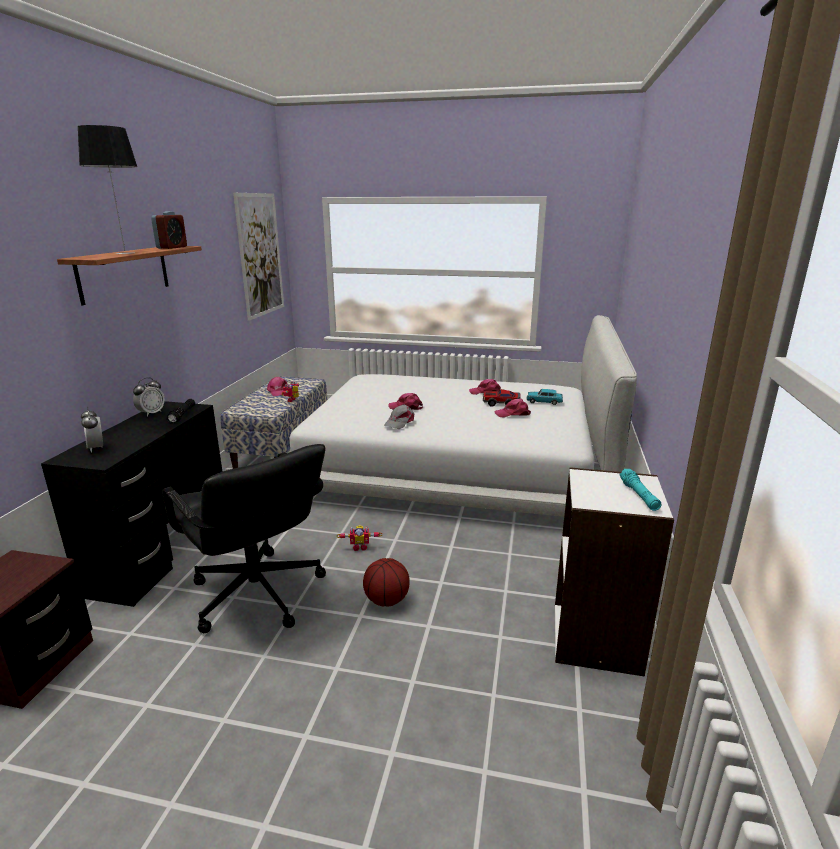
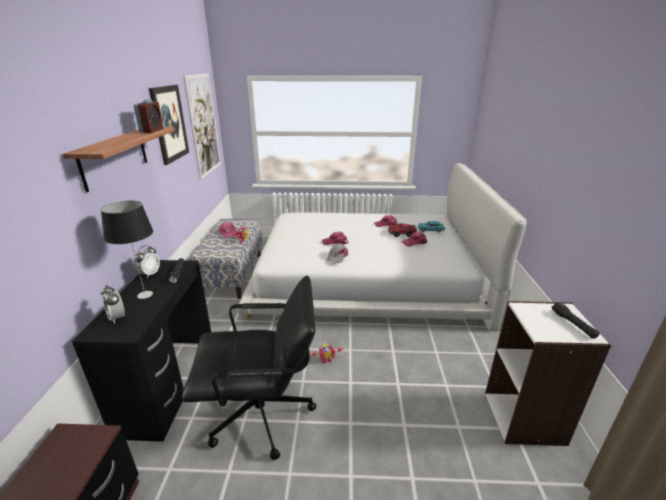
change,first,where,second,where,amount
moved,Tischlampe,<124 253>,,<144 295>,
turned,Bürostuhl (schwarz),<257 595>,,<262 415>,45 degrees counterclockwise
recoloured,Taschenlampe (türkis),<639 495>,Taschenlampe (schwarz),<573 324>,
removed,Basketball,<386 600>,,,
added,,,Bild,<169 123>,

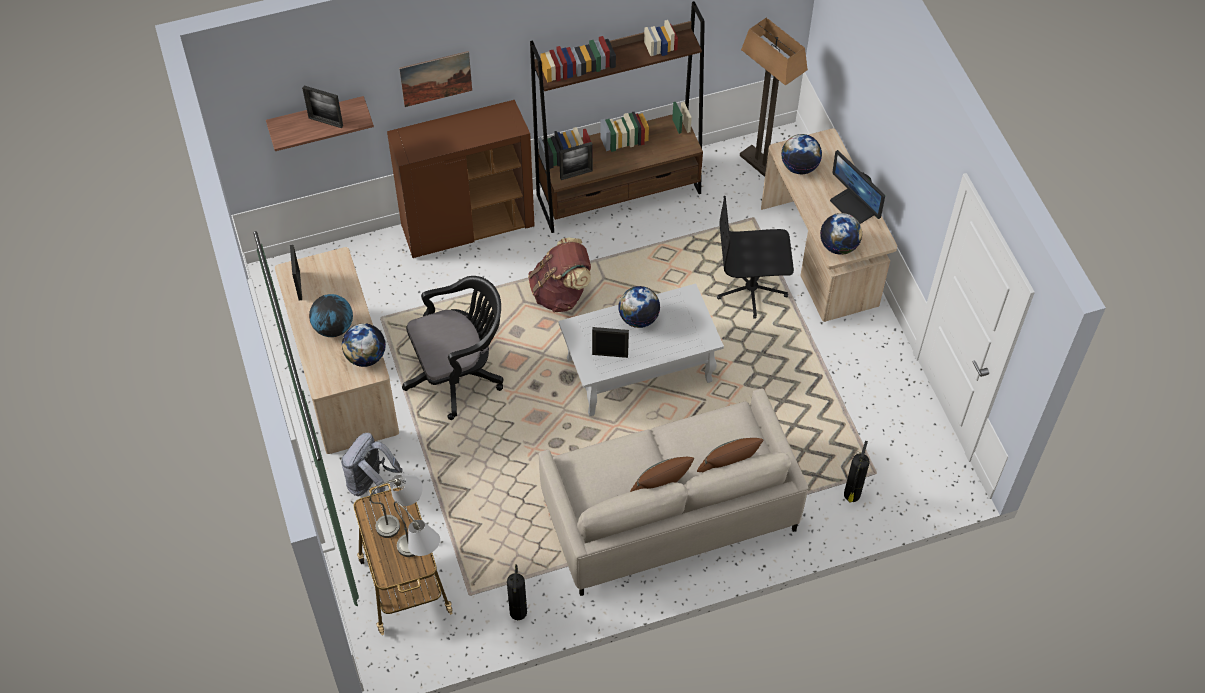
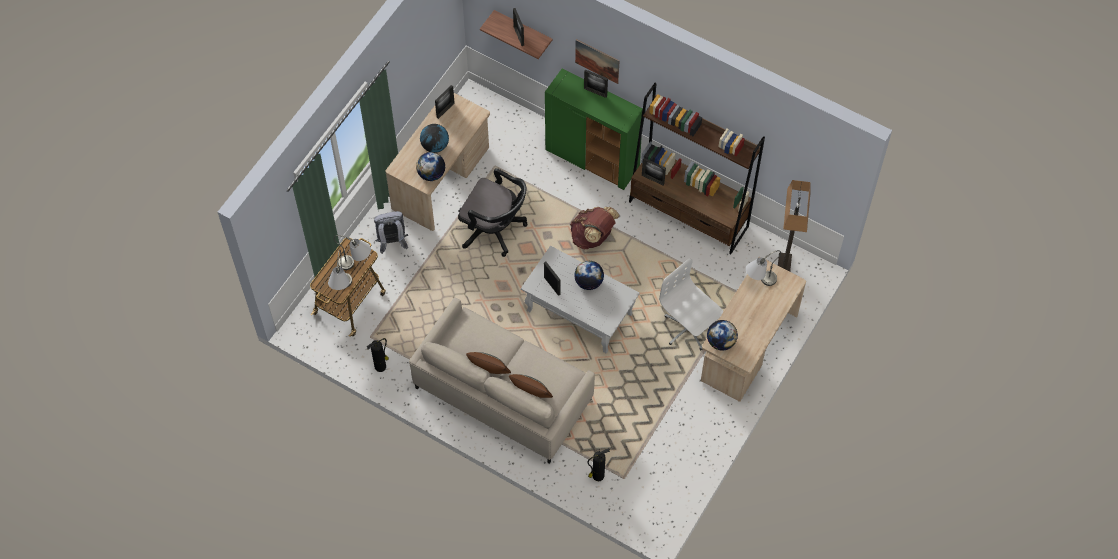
change,first,where,second,where,amount
recoloured,Schrank (braun),<468 226>,Schrank (grün),<593 159>,
replaced,Globus,<799 166>,Tischlampe (grau),<759 282>,
removed,Monitor,<853 207>,,,
recoloured,Bürostuhl (schwarz),<751 289>,Bürostuhl (weiß),<688 328>,
added,,,Bilderrahmen,<595 92>,

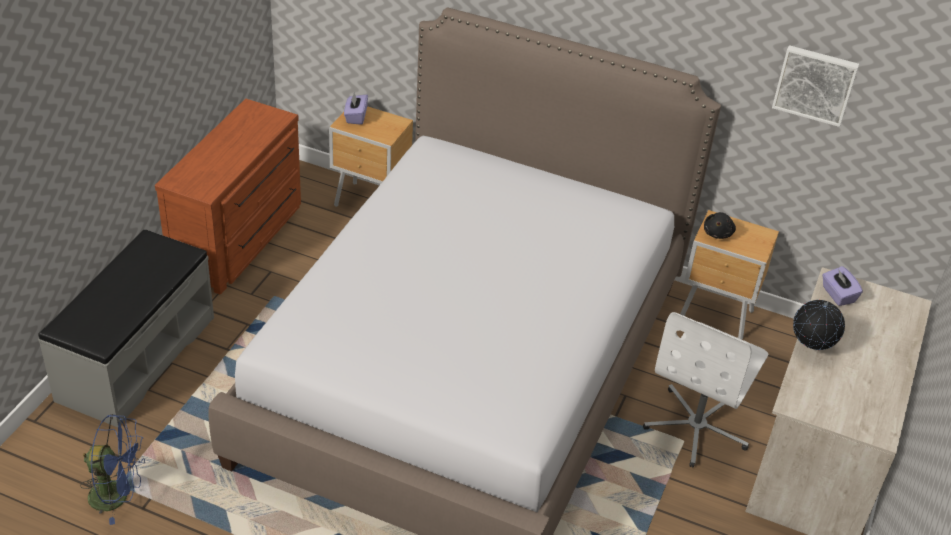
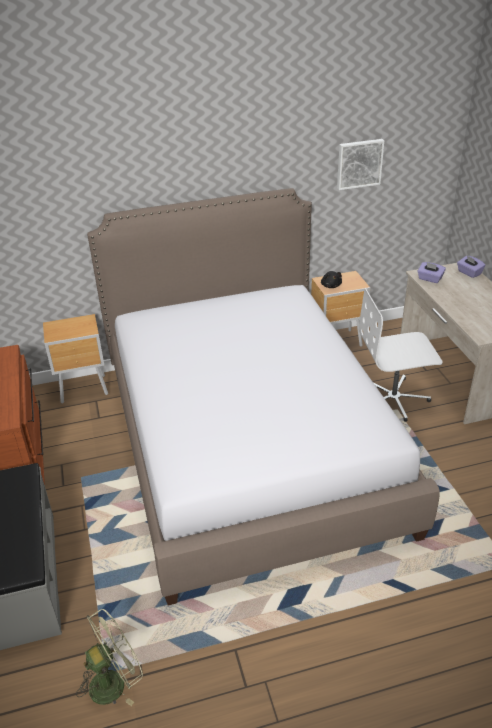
change,first,where,second,where,amount
moved,Taschentuchbox (lila),<356 117>,,<469 273>,
removed,Globus,<811 347>,,,
turned,Bürostuhl (weiß),<697 427>,,<394 399>,90 degrees clockwise
recoloured,Ventilator (blau),<117 496>,Ventilator (grün),<114 681>,

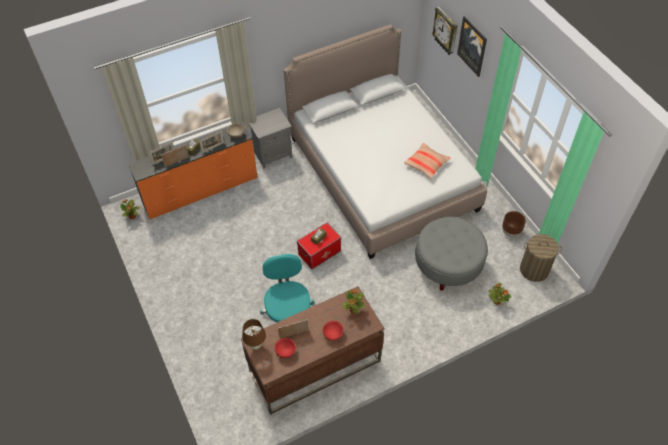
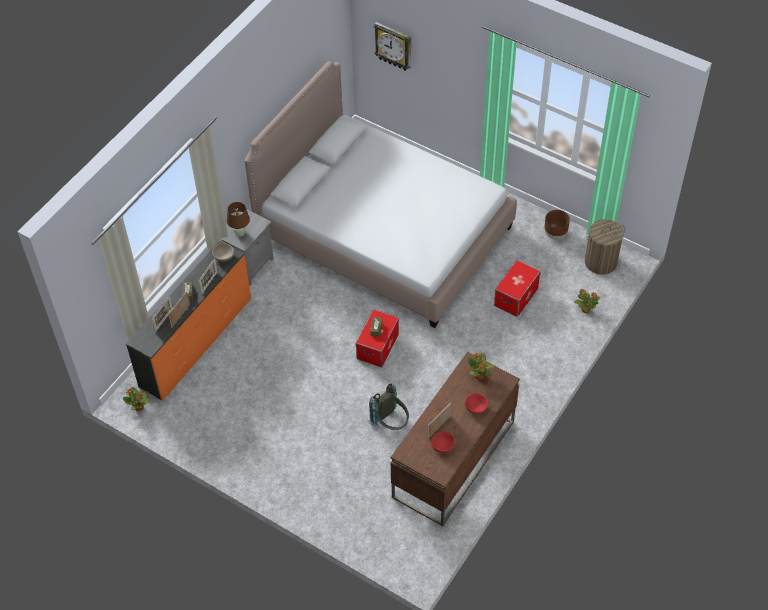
change,first,where,second,where,amount
removed,Bild,<472 46>,,,
removed,Kissen,<426 164>,,,
replaced,Polsterhocker (grau),<448 264>,Aufbewahrungsbox,<515 296>,
replaced,Bürostuhl (türkis),<288 314>,Rucksack (grau),<391 423>,
moved,Tischlampe (braun),<256 345>,,<240 233>,

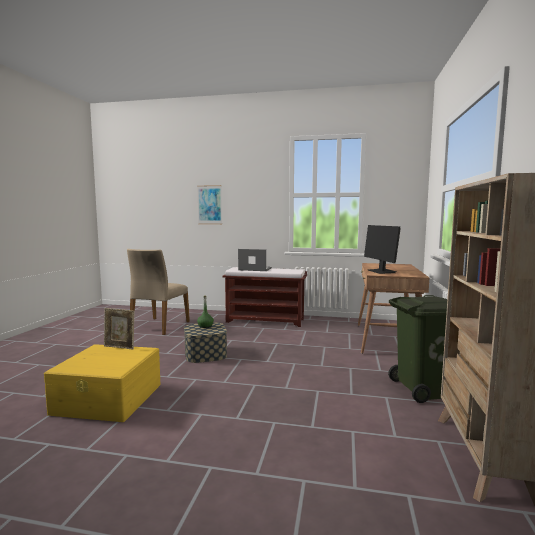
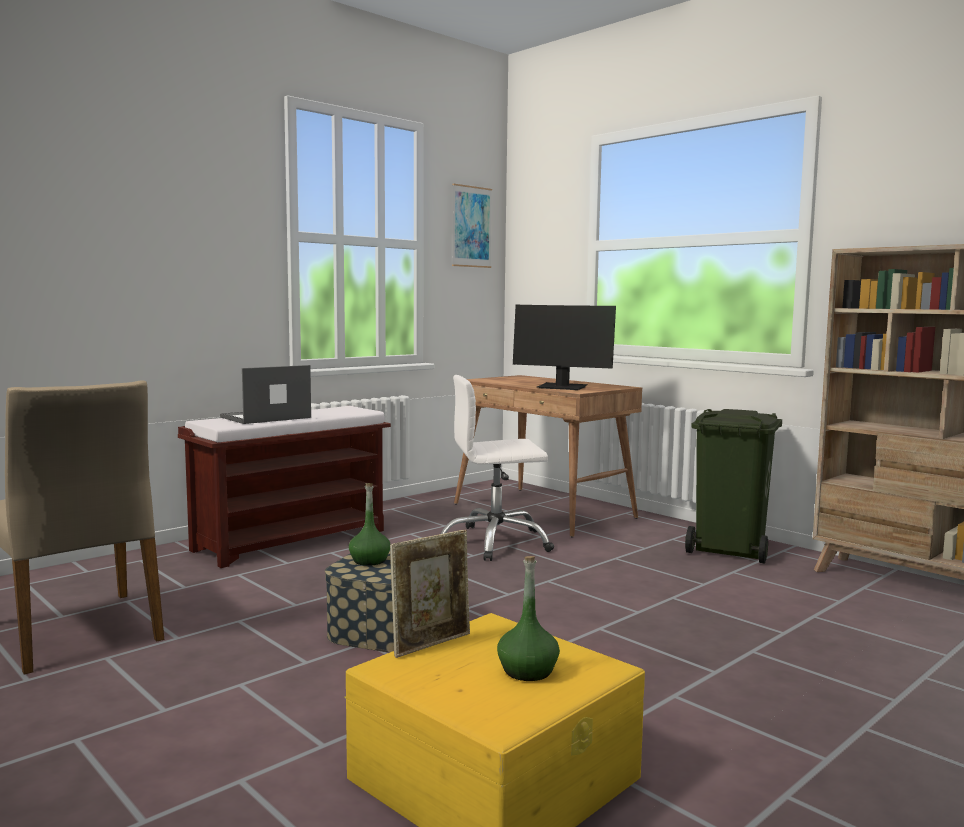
change,first,where,second,where,amount
moved,Bild,<209 205>,,<471 227>,
added,,,Bürostuhl (weiß),<495 543>,
added,,,Flasche (grün),<527 671>,

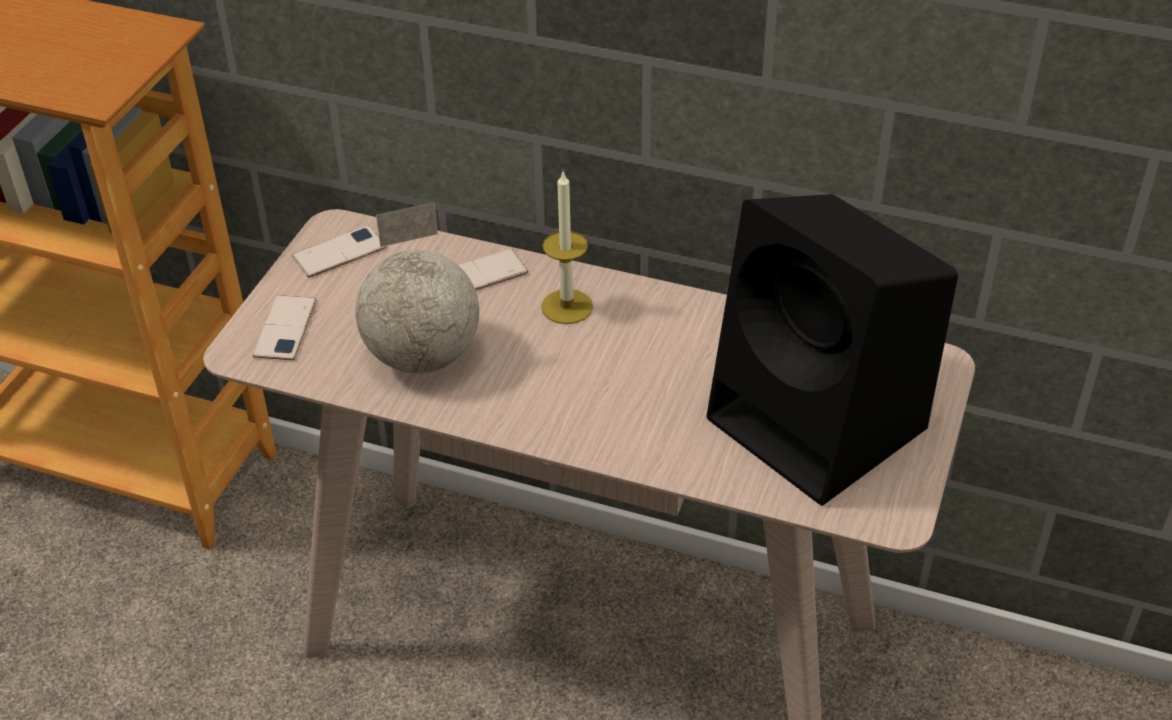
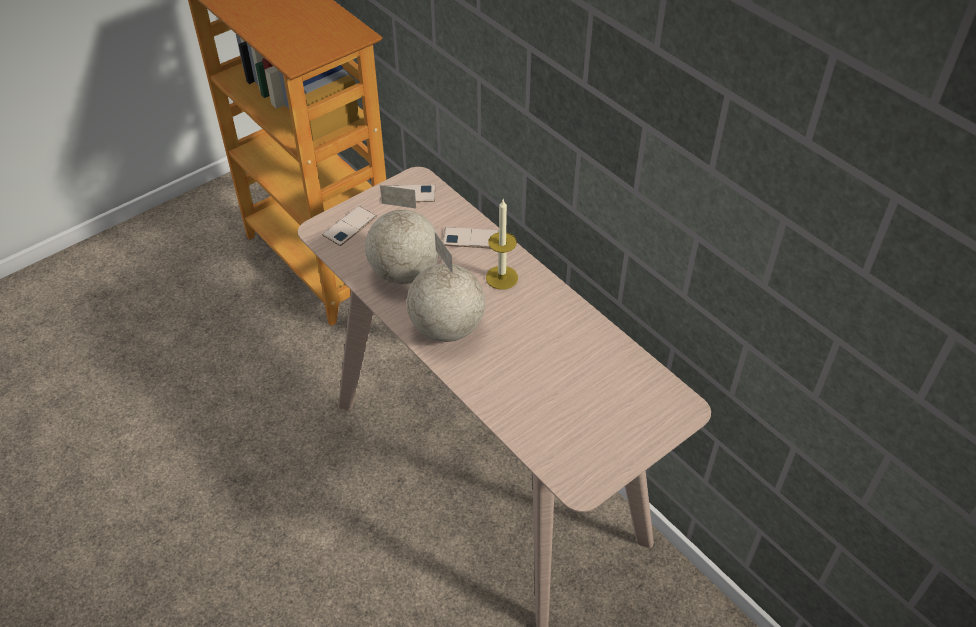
change,first,where,second,where,amount
removed,Lautsprecher (schwarz),<822 426>,,,
added,,,Globus,<446 329>,

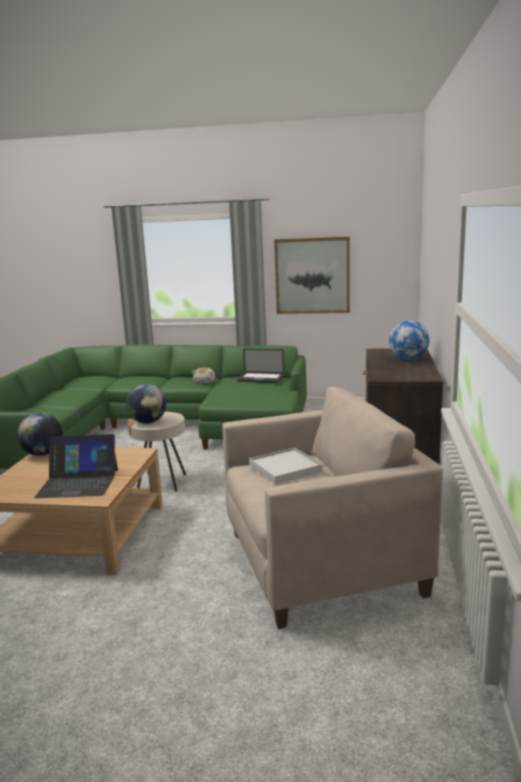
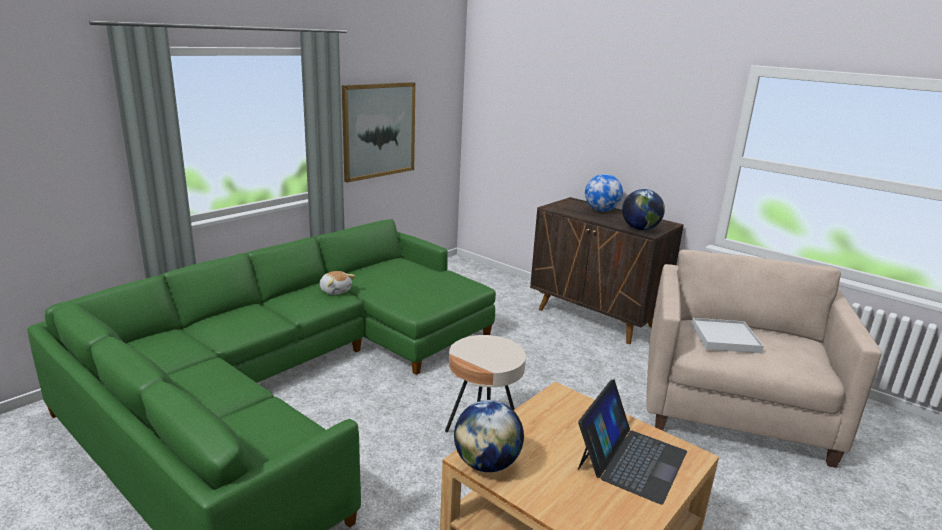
change,first,where,second,where,amount
removed,Laptop,<260 379>,,,
moved,Globus,<148 422>,,<640 229>,

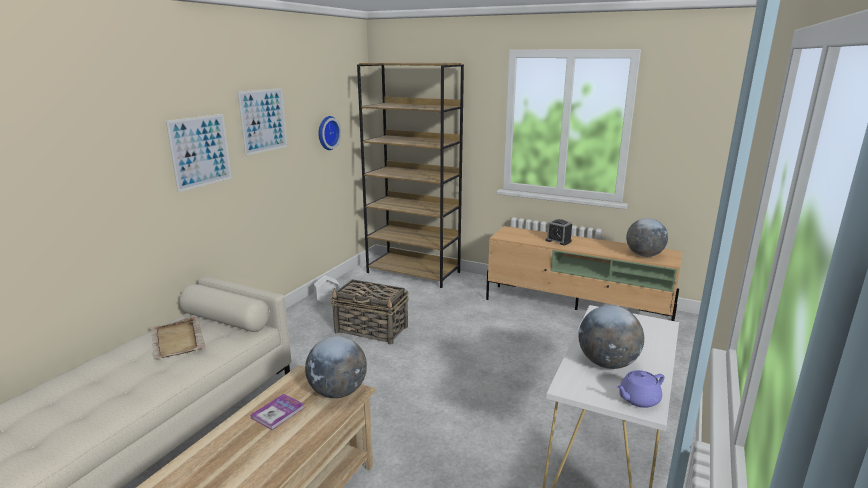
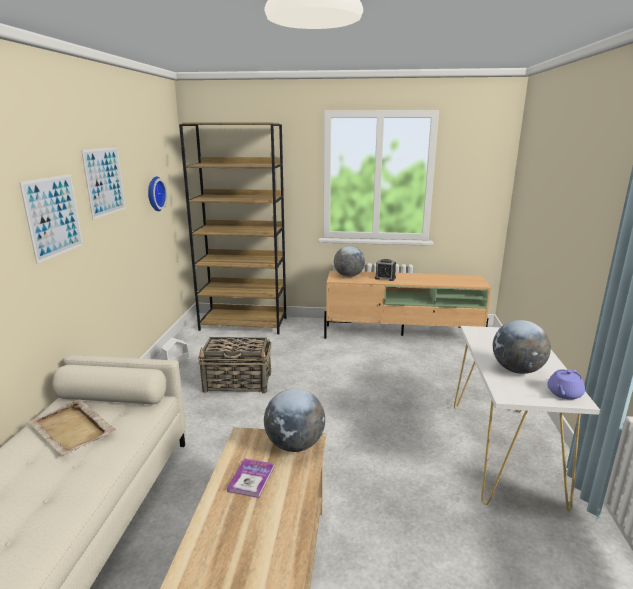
change,first,where,second,where,amount
moved,Globus,<644 255>,,<348 276>,

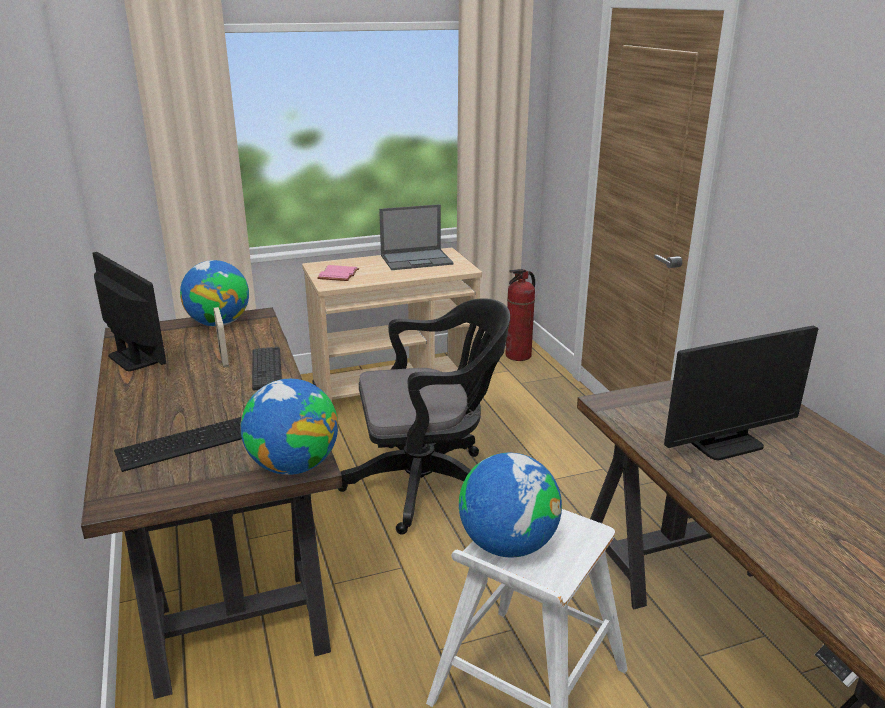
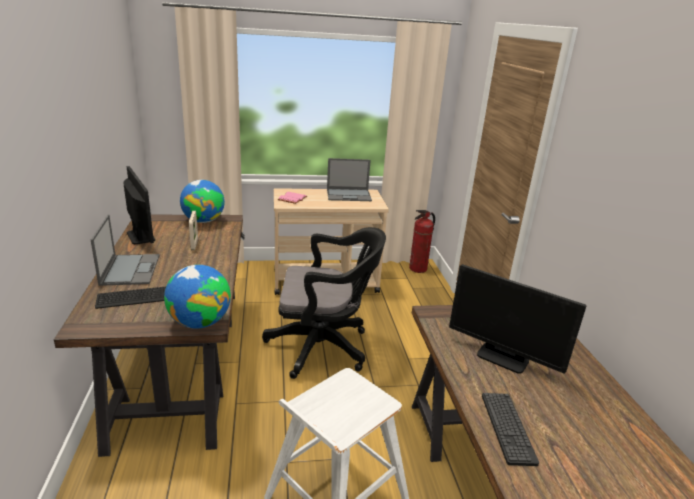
change,first,where,second,where,amount
turned,Monitor,<726 444>,,<503 357>,45 degrees clockwise
moved,Tastatur,<267 369>,,<507 427>,
removed,Globus,<507 545>,,,
added,,,Laptop,<130 269>,

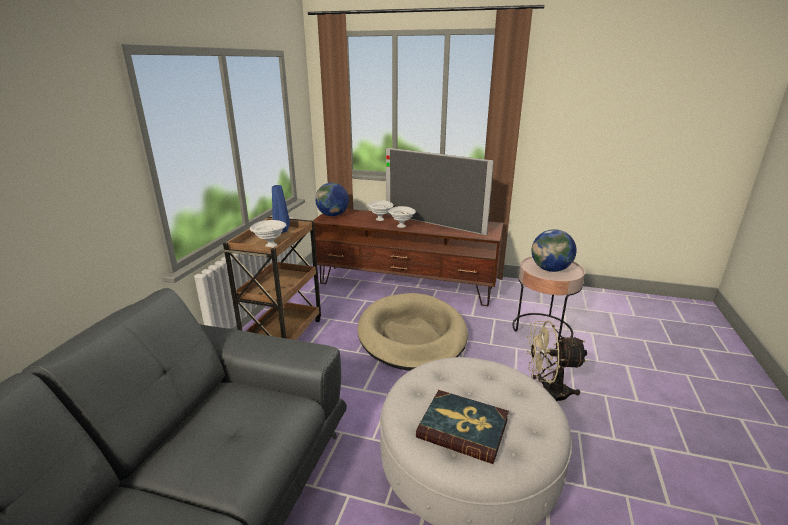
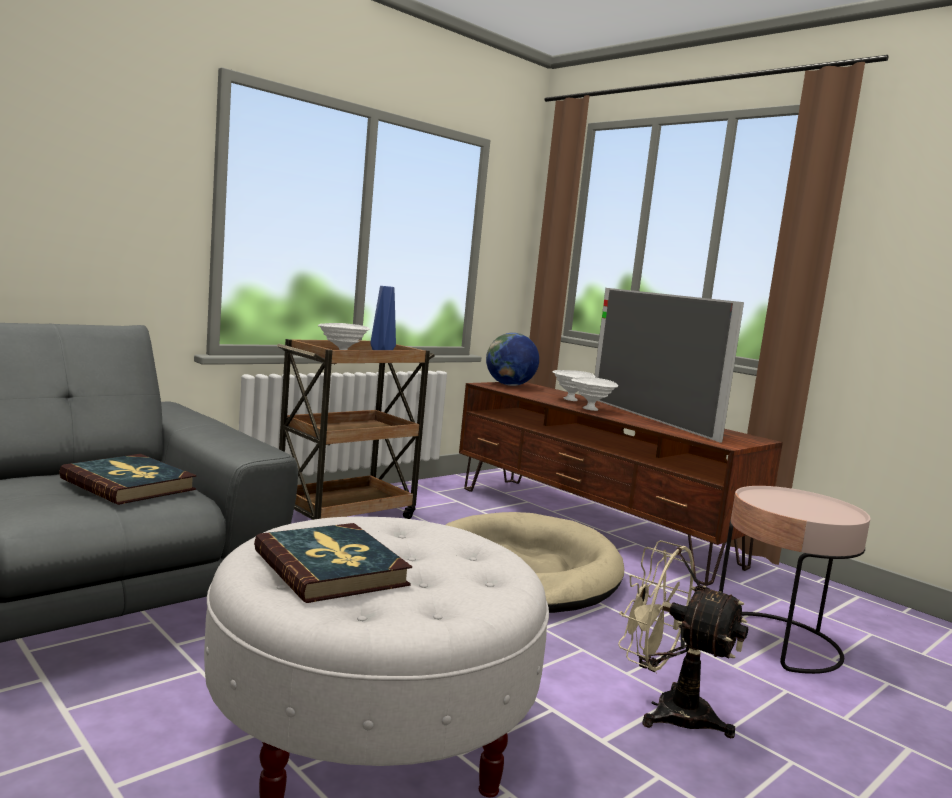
change,first,where,second,where,amount
removed,Globus,<550 269>,,,
added,,,Buch,<129 484>,

